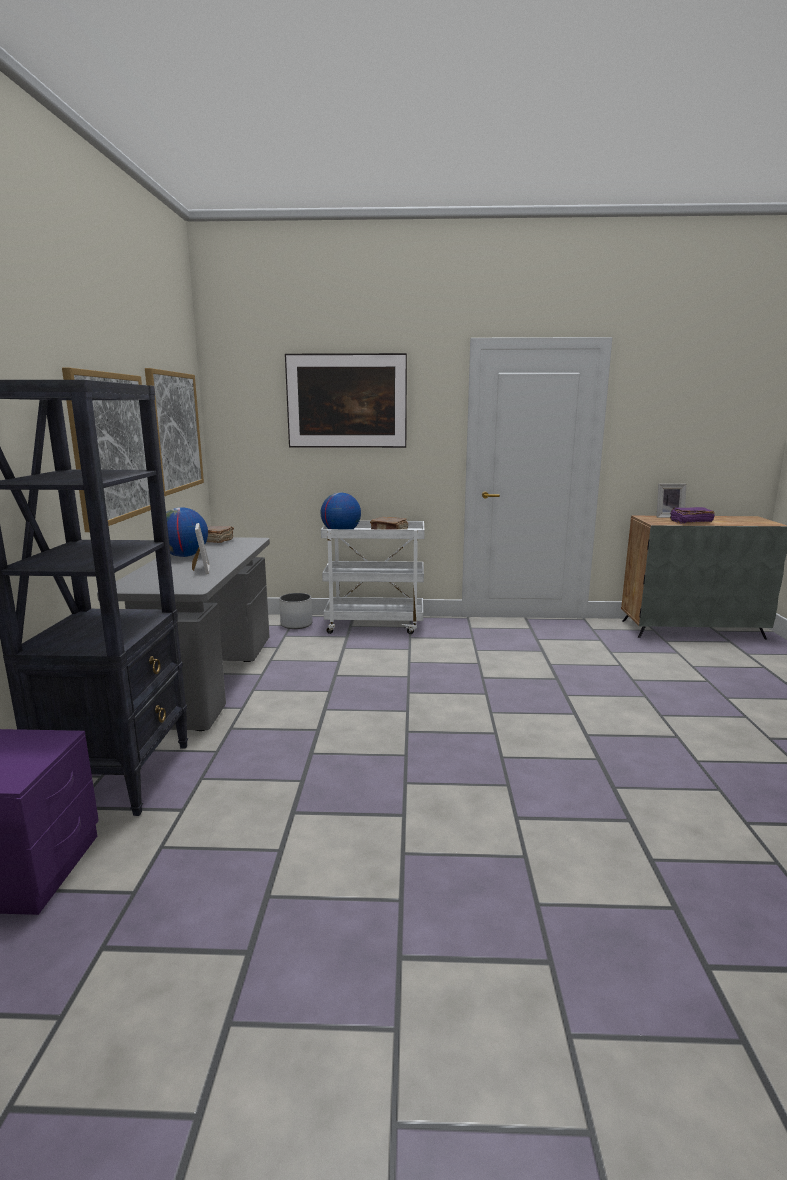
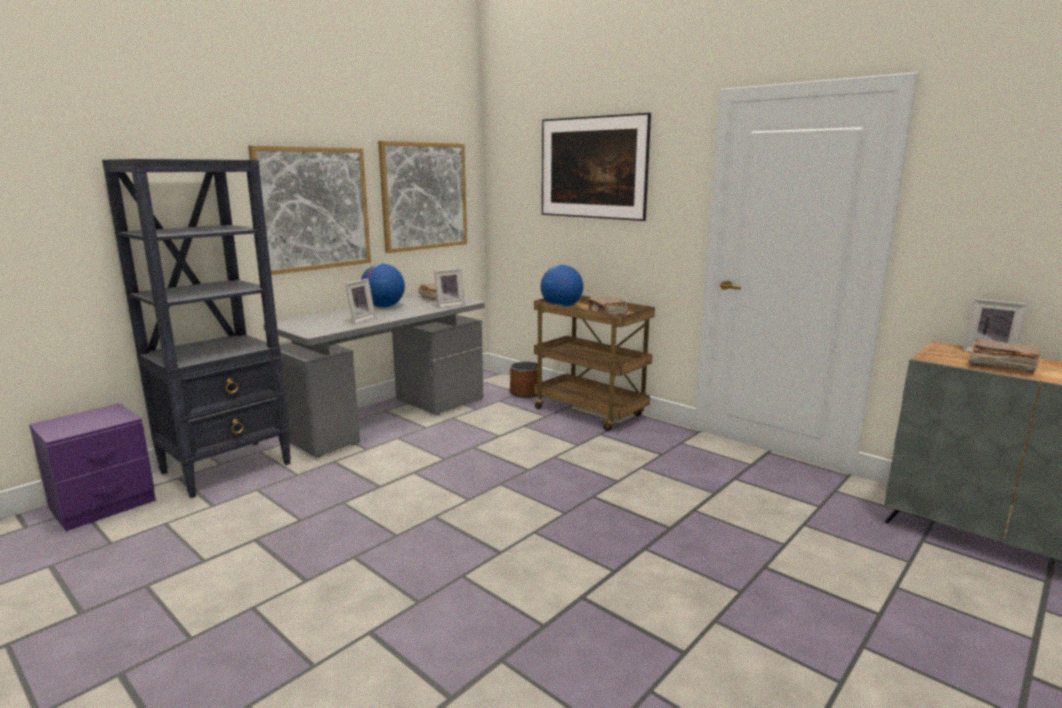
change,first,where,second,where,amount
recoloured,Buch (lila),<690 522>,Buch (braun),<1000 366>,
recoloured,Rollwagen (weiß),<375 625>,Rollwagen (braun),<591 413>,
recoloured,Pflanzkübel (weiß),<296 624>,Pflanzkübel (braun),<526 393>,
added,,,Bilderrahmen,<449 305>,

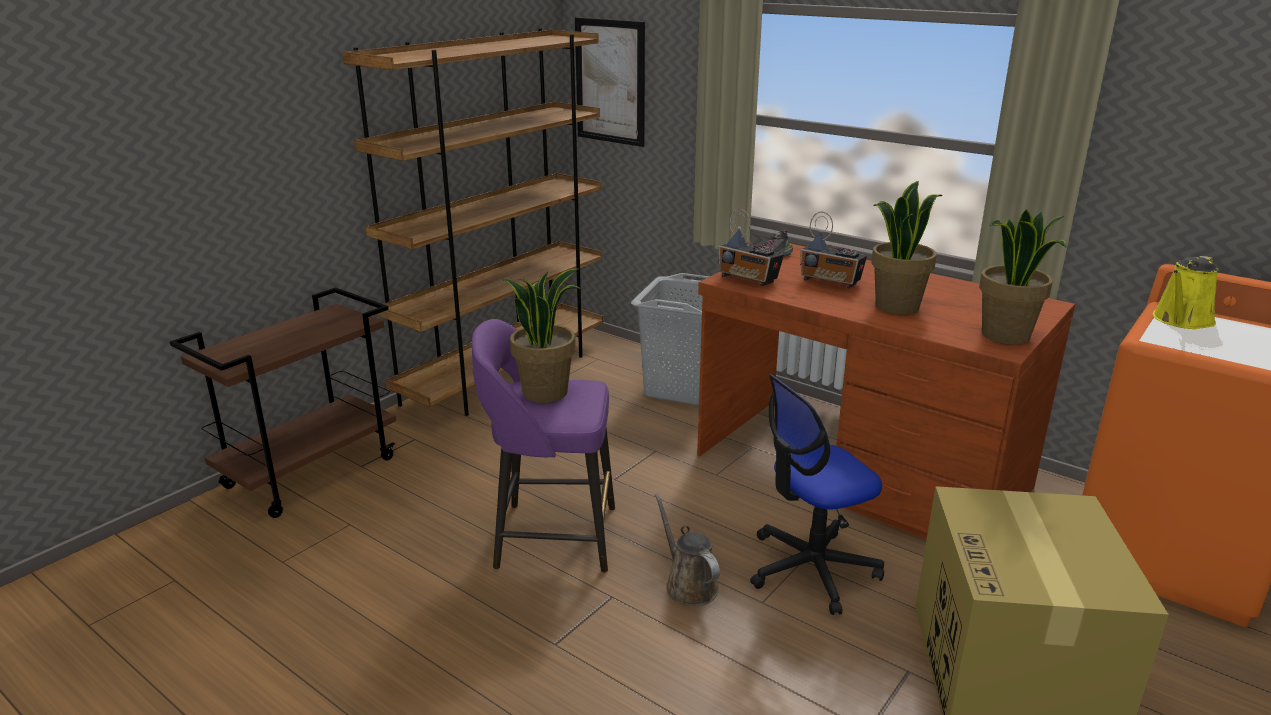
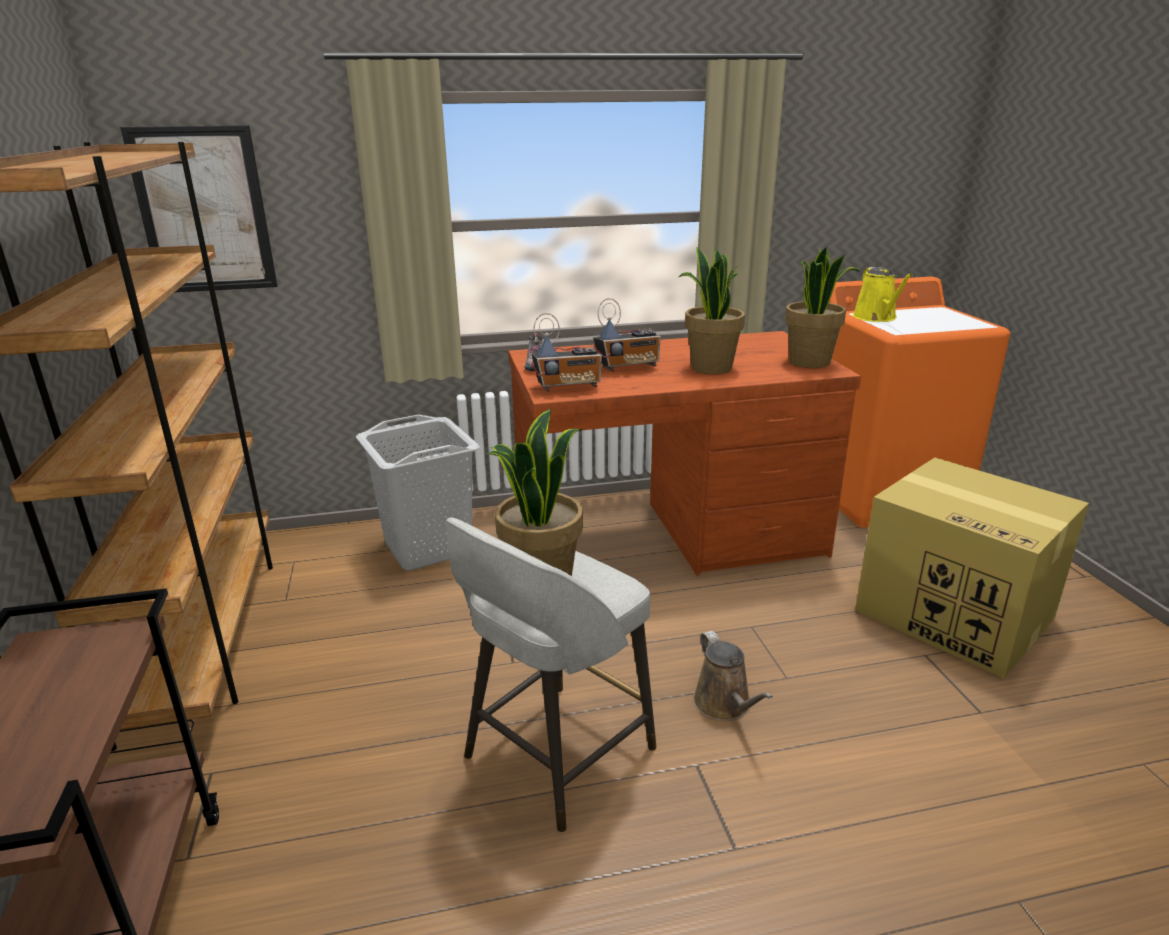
change,first,where,second,where,amount
recoloured,Hocker (lila),<551 536>,Hocker (grau),<555 755>,
removed,Bürostuhl,<811 569>,,,
turned,Gießkanne (braun),<688 584>,,<725 705>,120 degrees counterclockwise

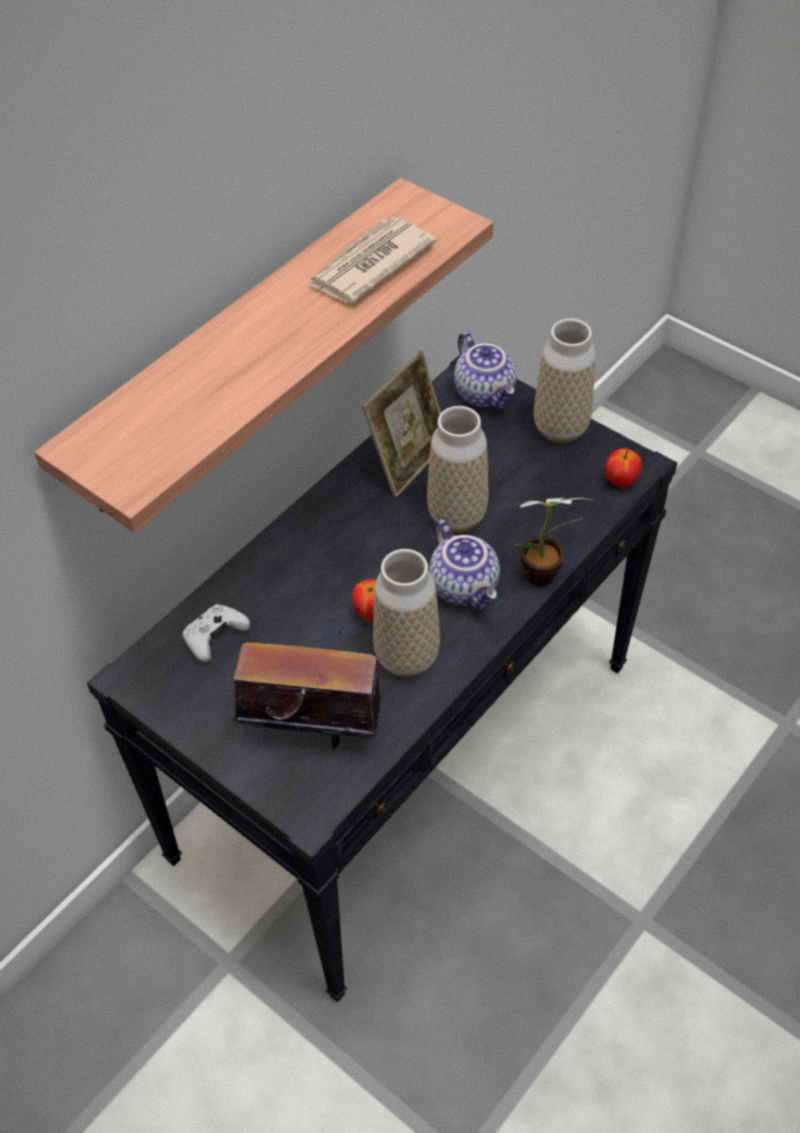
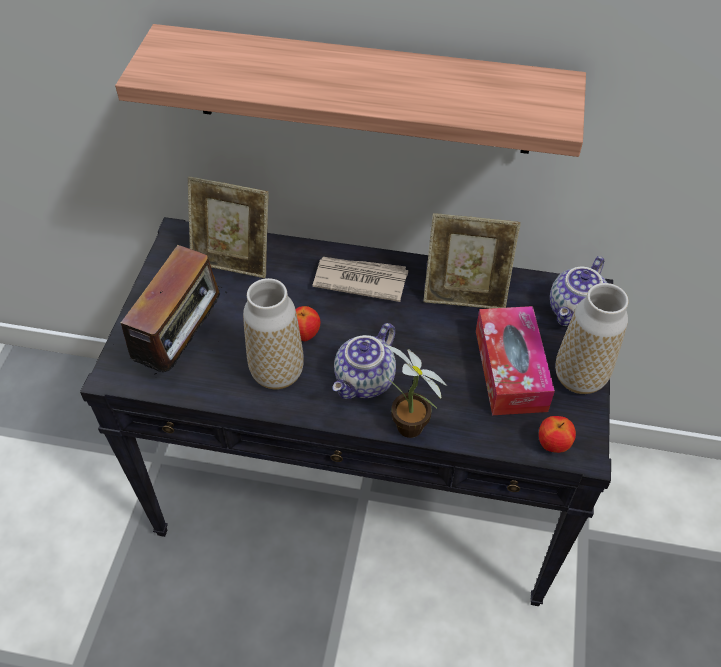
change,first,where,second,where,amount
moved,Zeitung,<369 265>,,<359 280>,
removed,Vase,<457 515>,,,
replaced,Gamepad (weiß),<215 637>,Bilderrahmen,<233 260>,
turned,Radio,<311 729>,,<184 345>,45 degrees clockwise
added,,,Taschentuchbox,<510 370>,

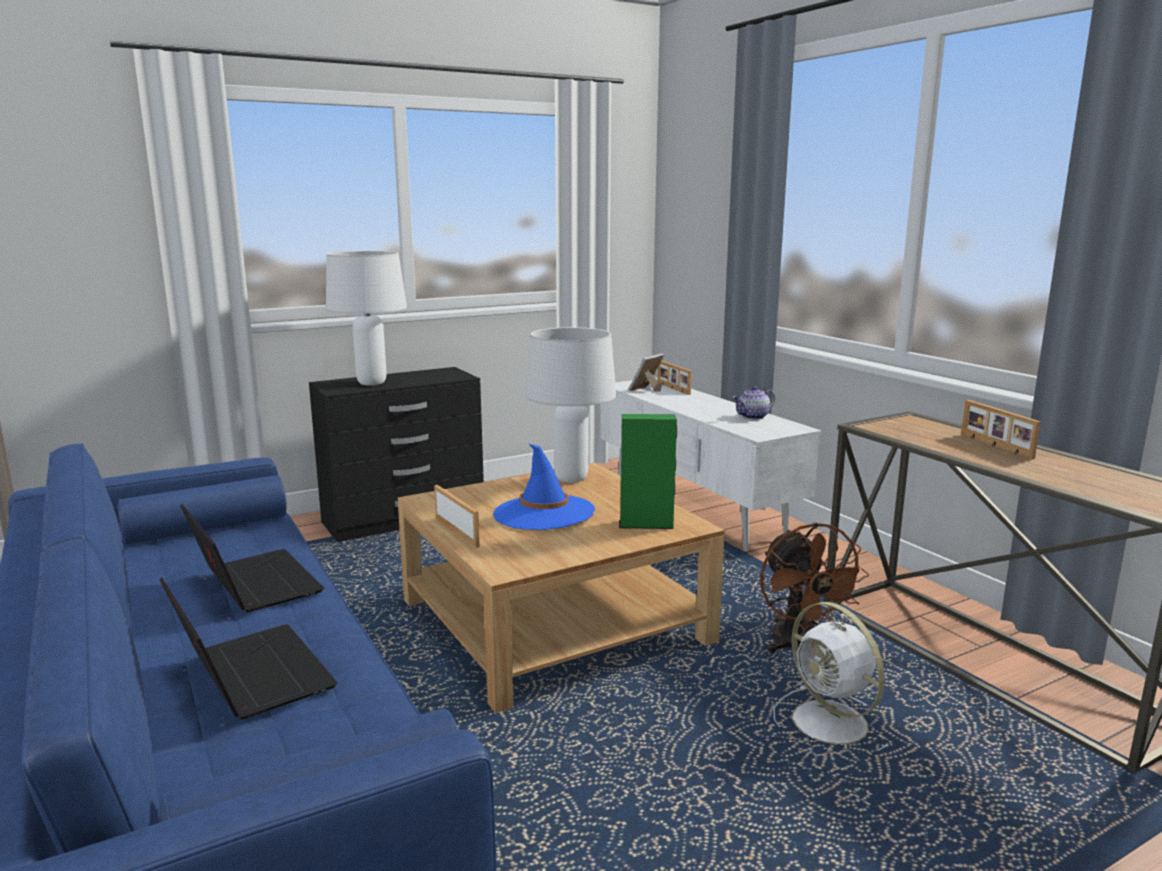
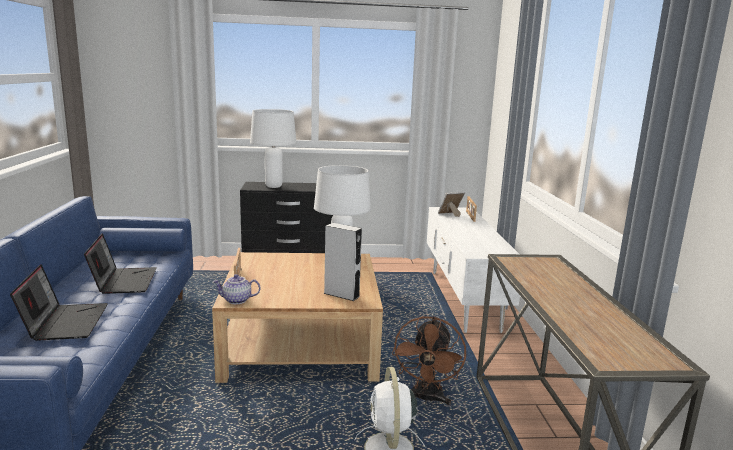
change,first,where,second,where,amount
moved,Teekanne,<753 417>,,<236 300>,
removed,Bilderrahmen,<994 446>,,,
recoloured,Lautsprecher (grün),<646 524>,Lautsprecher (grau),<341 295>,
removed,Hut (blau),<543 513>,,,

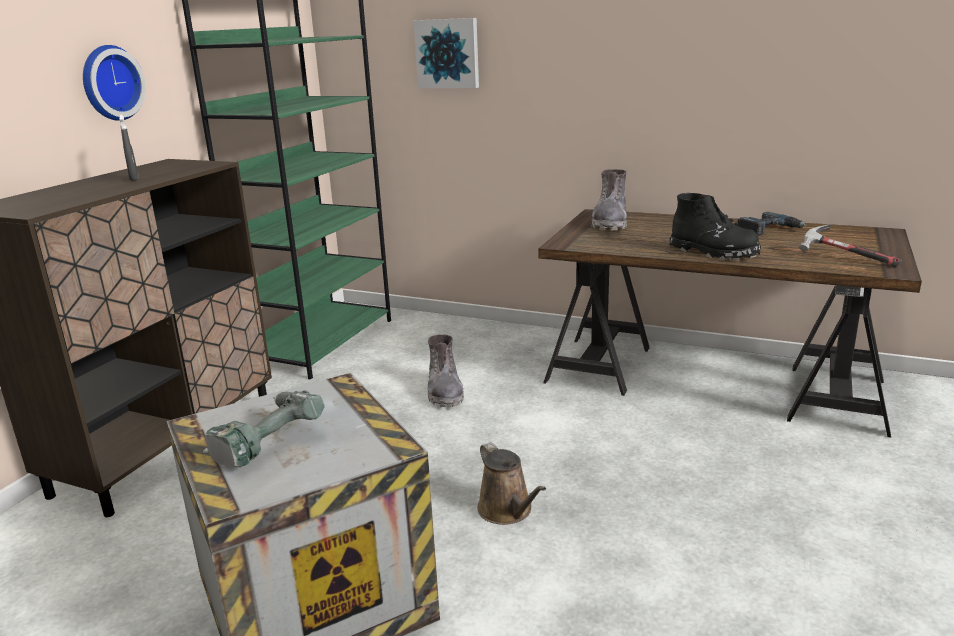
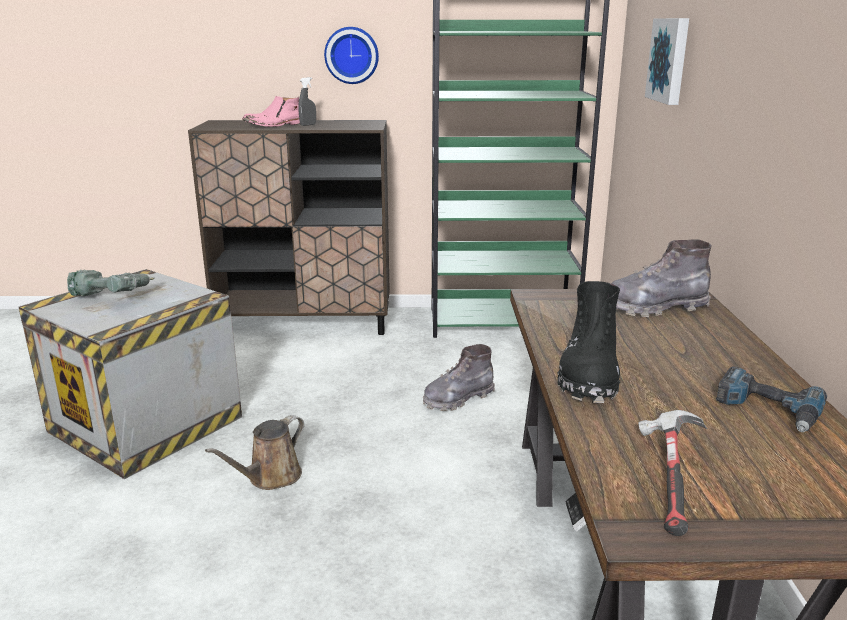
change,first,where,second,where,amount
added,,,Stiefel (rosa),<275 125>,

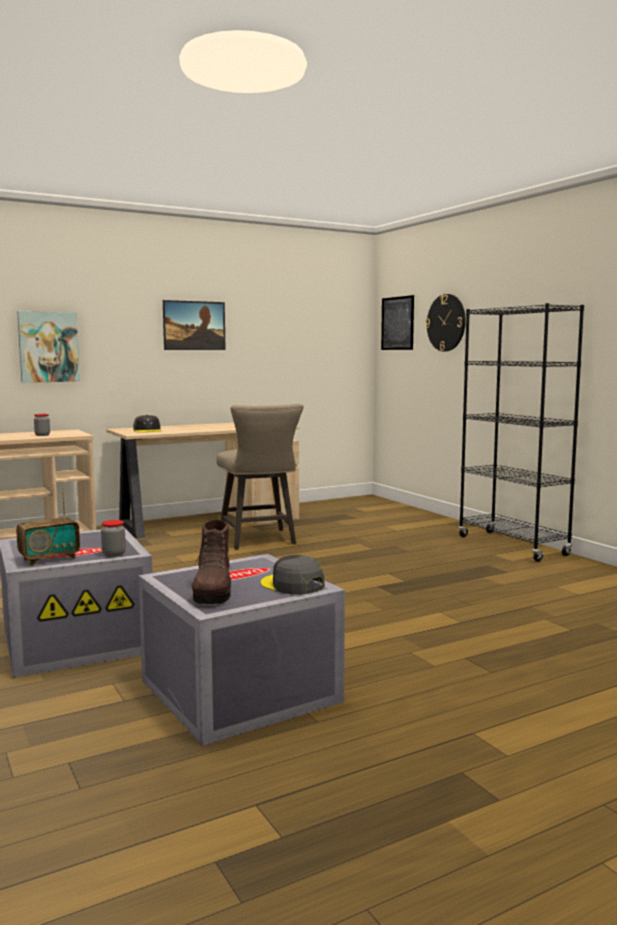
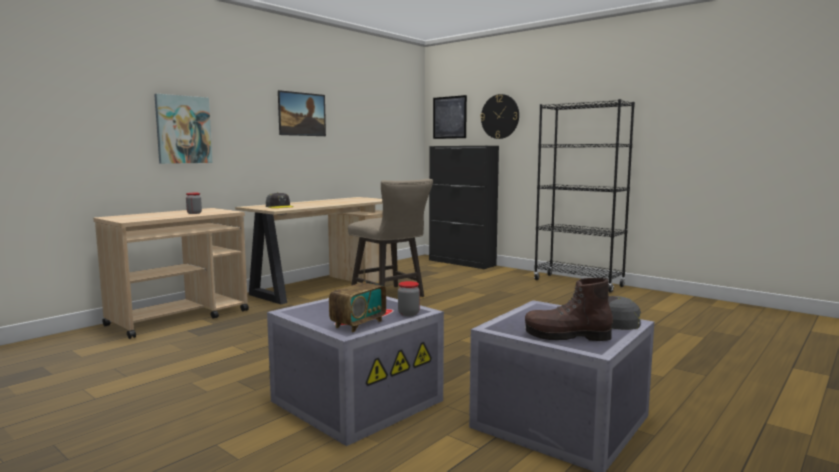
change,first,where,second,where,amount
turned,Stiefel (braun),<213 593>,,<567 336>,120 degrees clockwise
added,,,Schrank (schwarz),<462 263>,

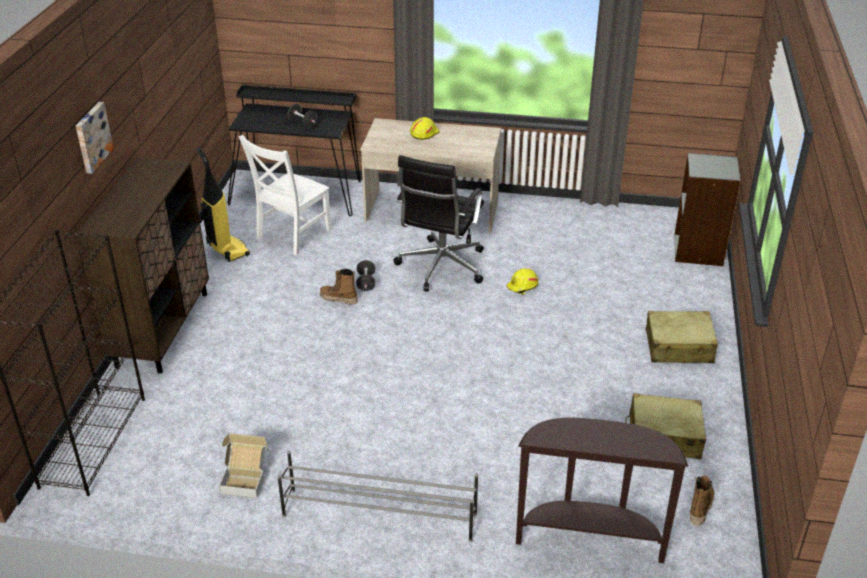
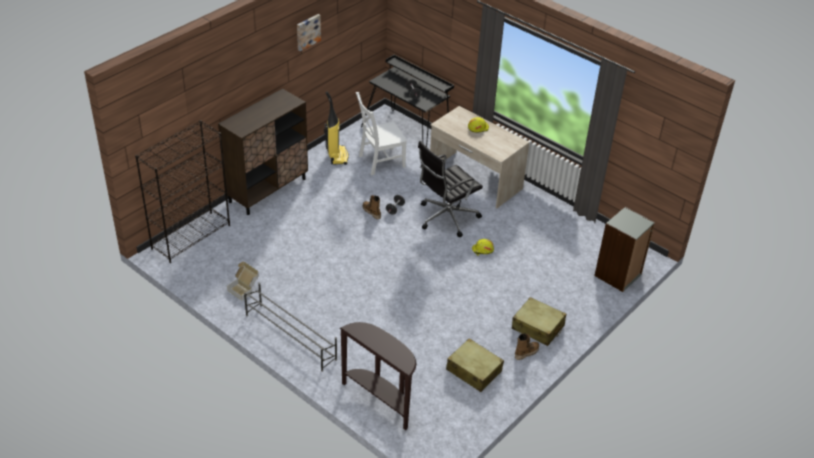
change,first,where,second,where,amount
moved,Bild,<92 137>,,<307 32>,
moved,Stiefel,<700 507>,,<526 352>,

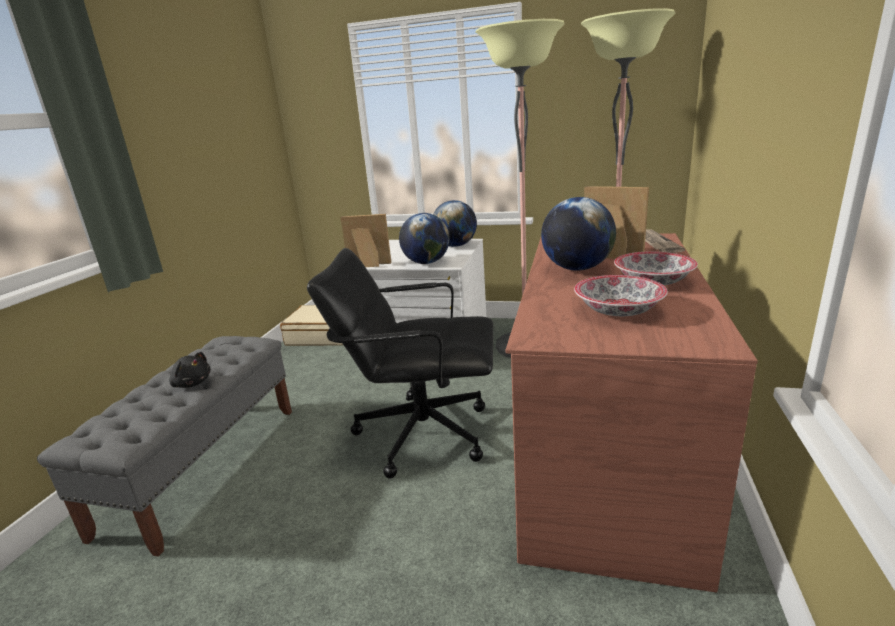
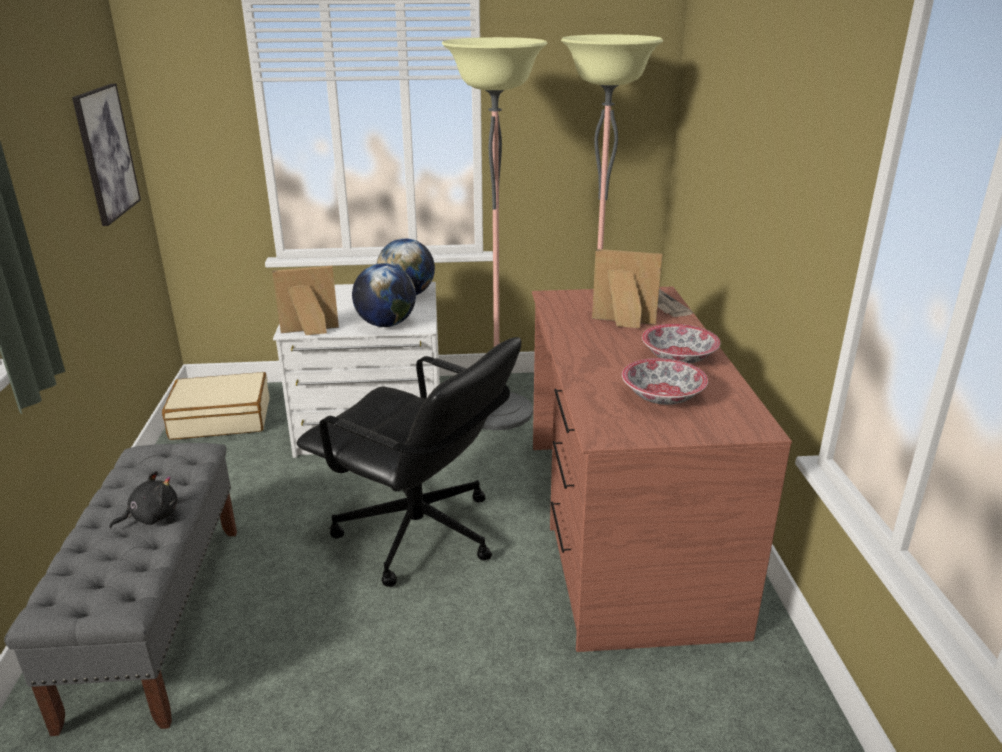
change,first,where,second,where,amount
removed,Globus,<577 269>,,,
turned,Bürostuhl (schwarz),<421 432>,,<418 534>,135 degrees counterclockwise
turned,Plüschtier (schwarz),<192 383>,,<151 517>,45 degrees counterclockwise
added,,,Bild,<106 153>,

